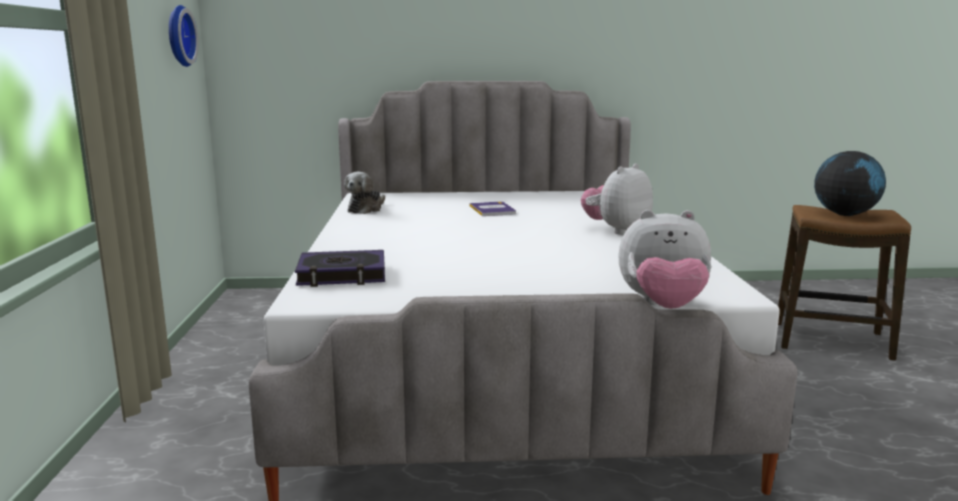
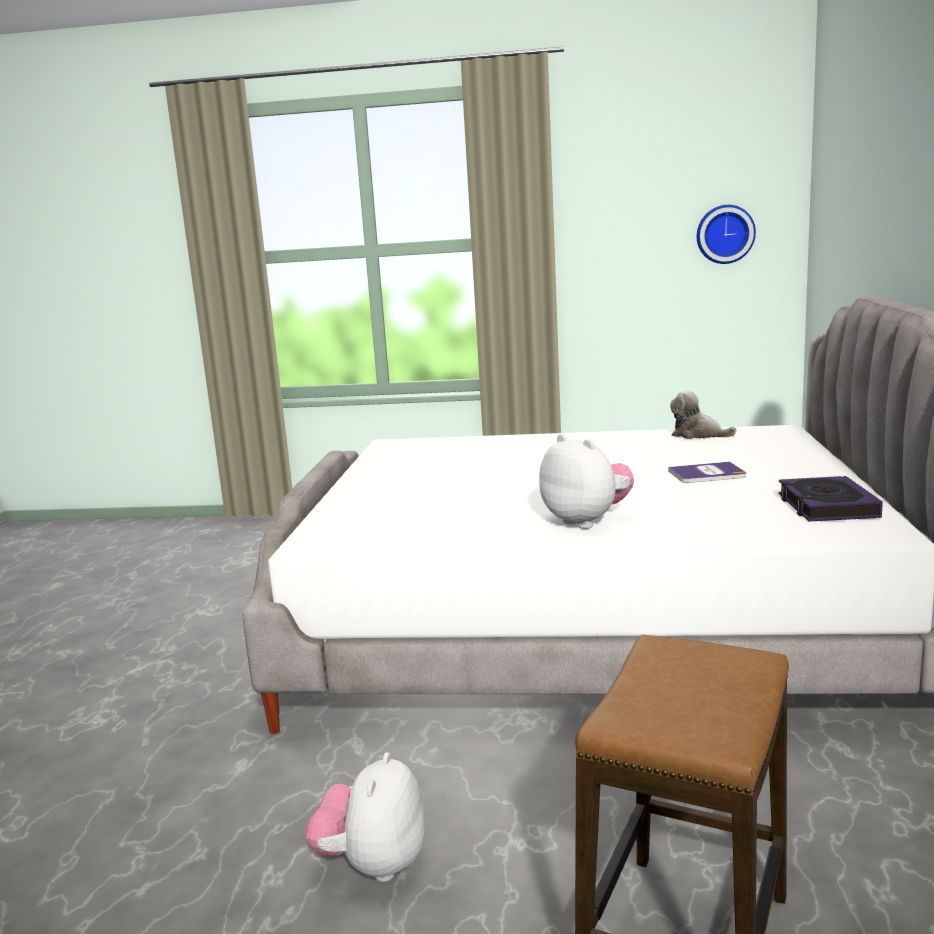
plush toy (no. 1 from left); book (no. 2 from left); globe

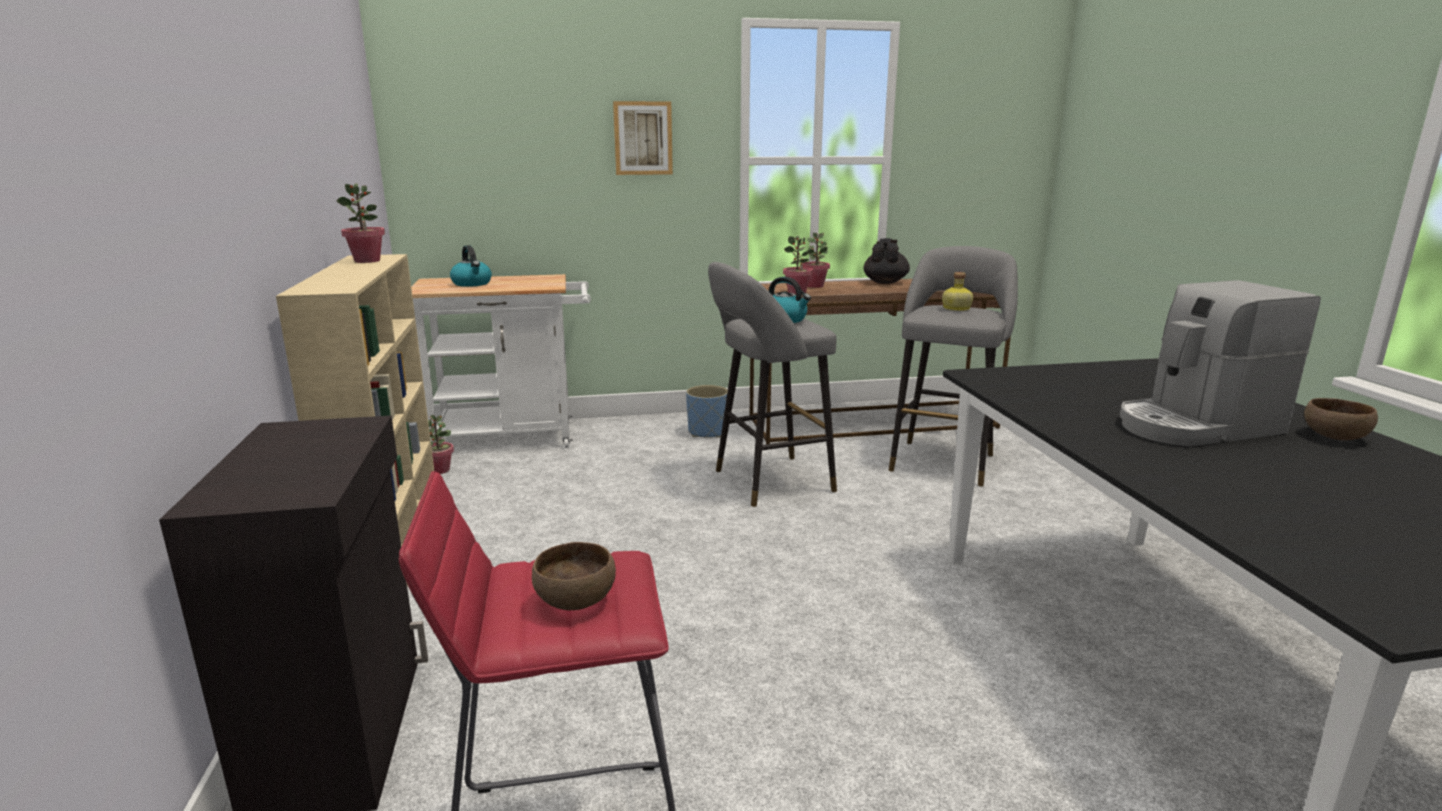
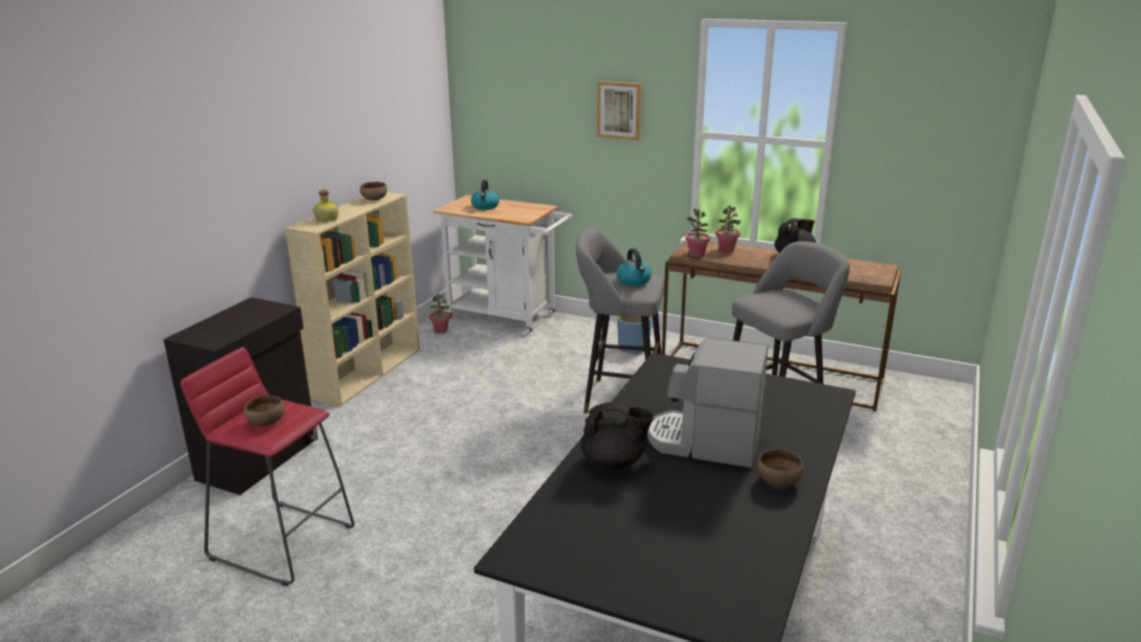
bottle; brown bowl (no. 2 from left); black teapot (no. 1 from left)

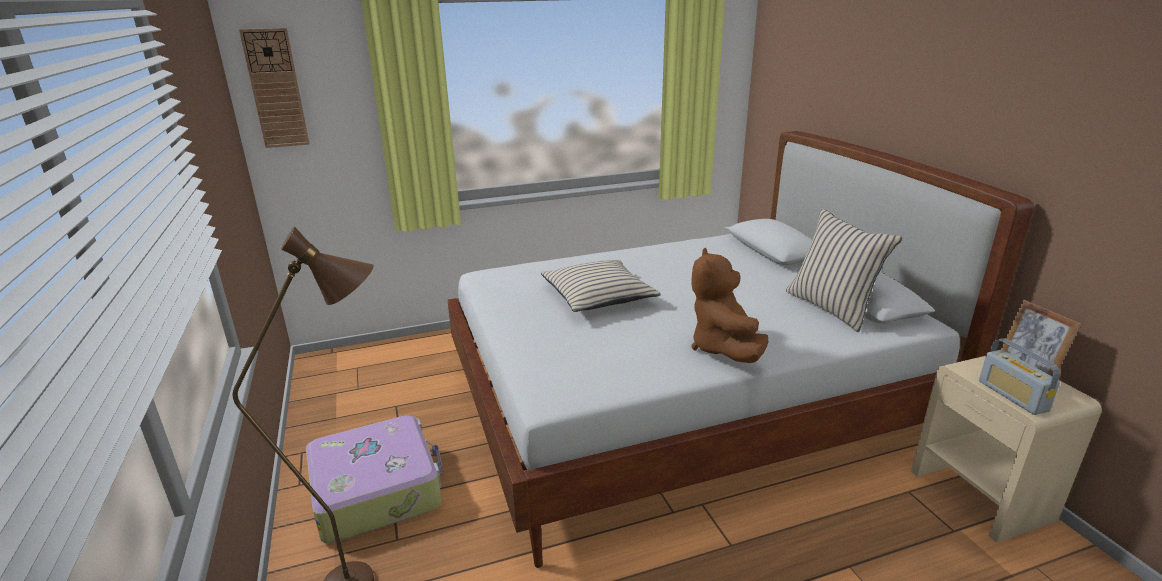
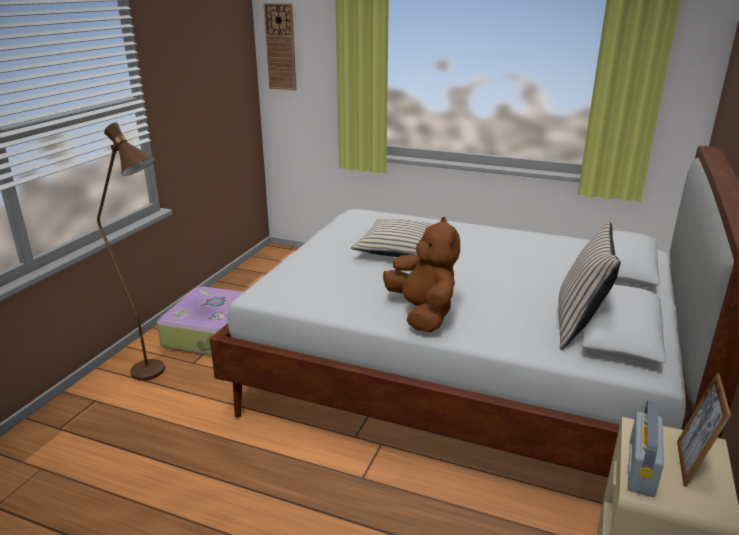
brown plush toy

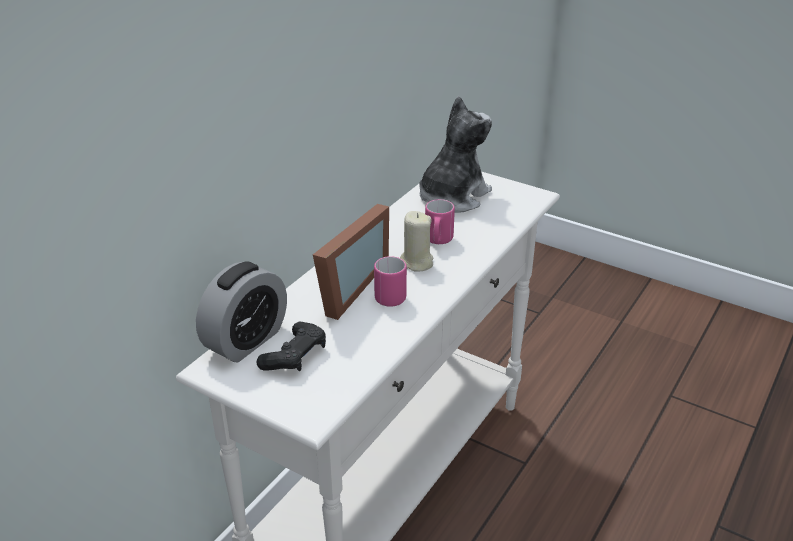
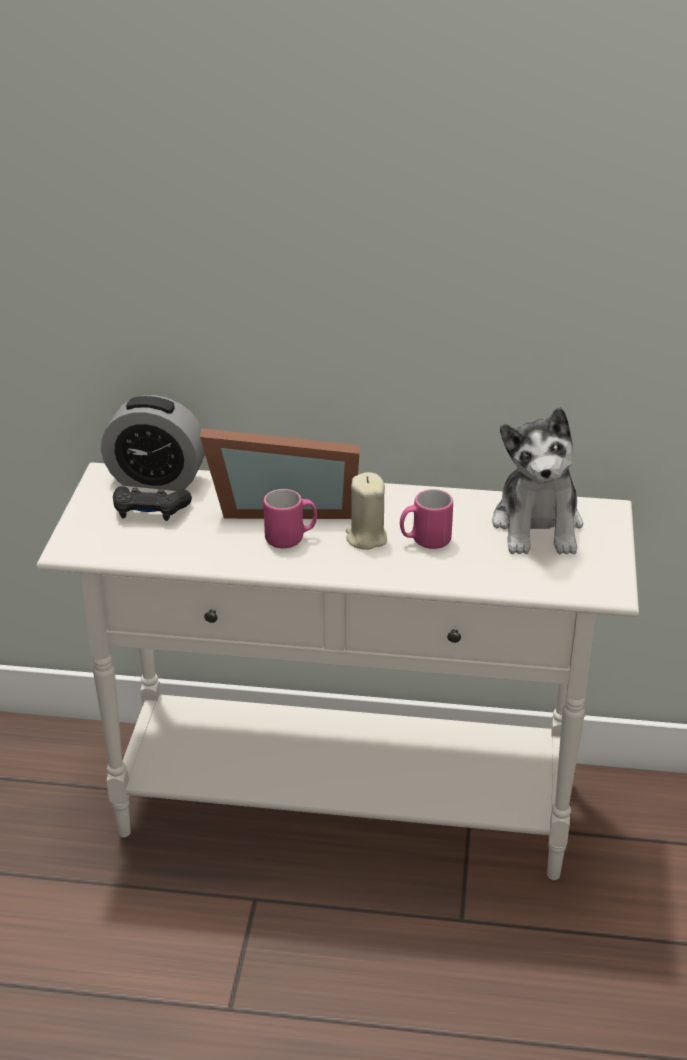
plush toy

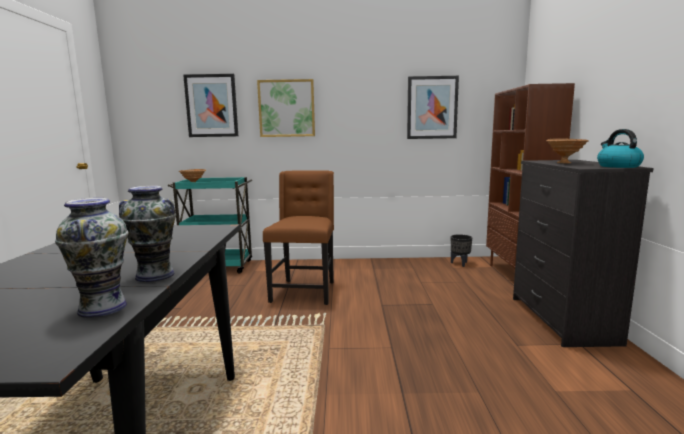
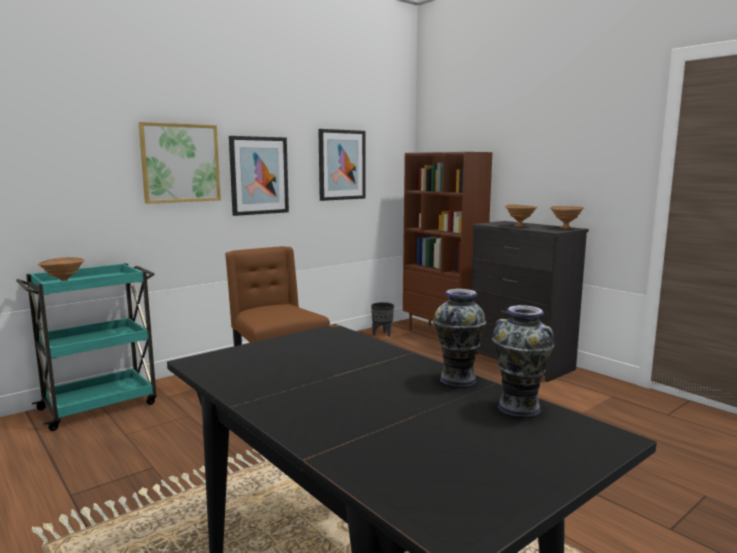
picture (no. 2 from left); brown bowl (no. 3 from left)

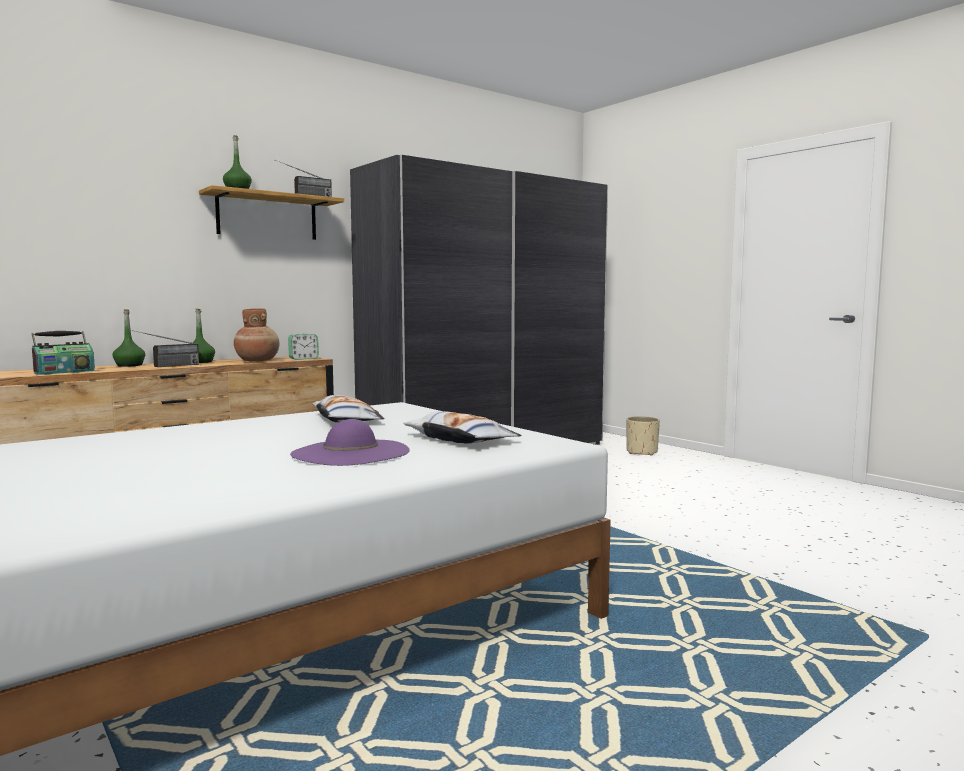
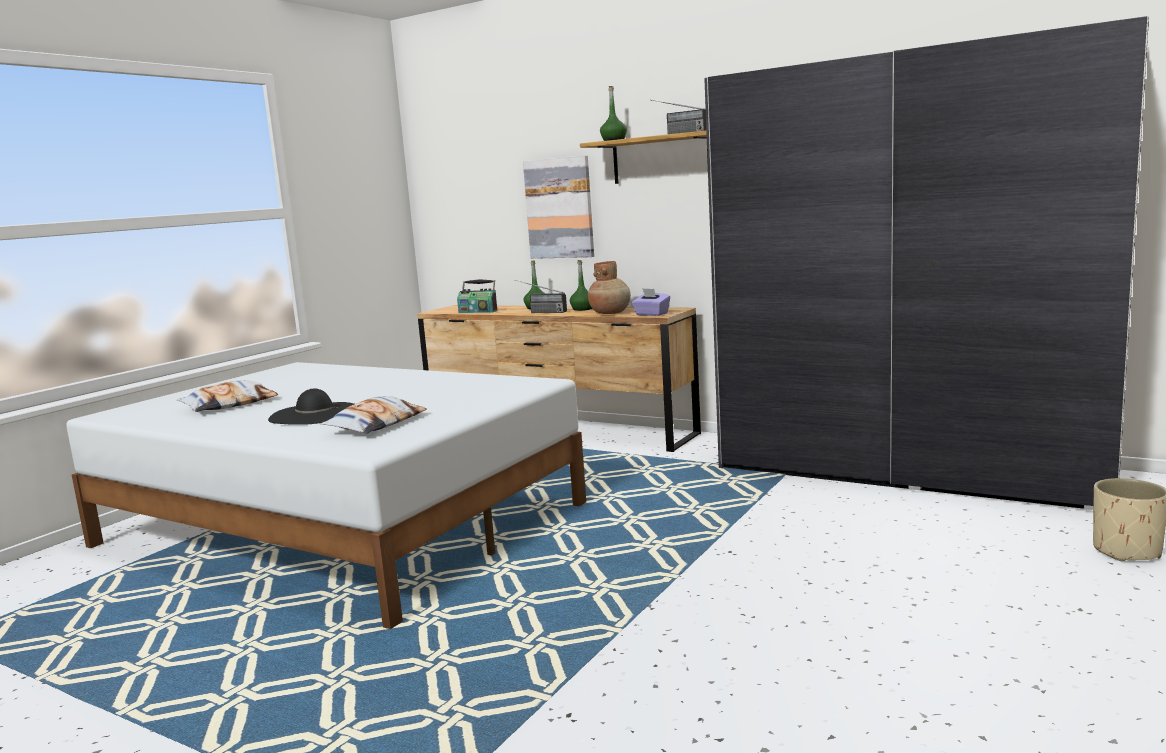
pillow (no. 1 from left); black hat; picture; purple tissue box

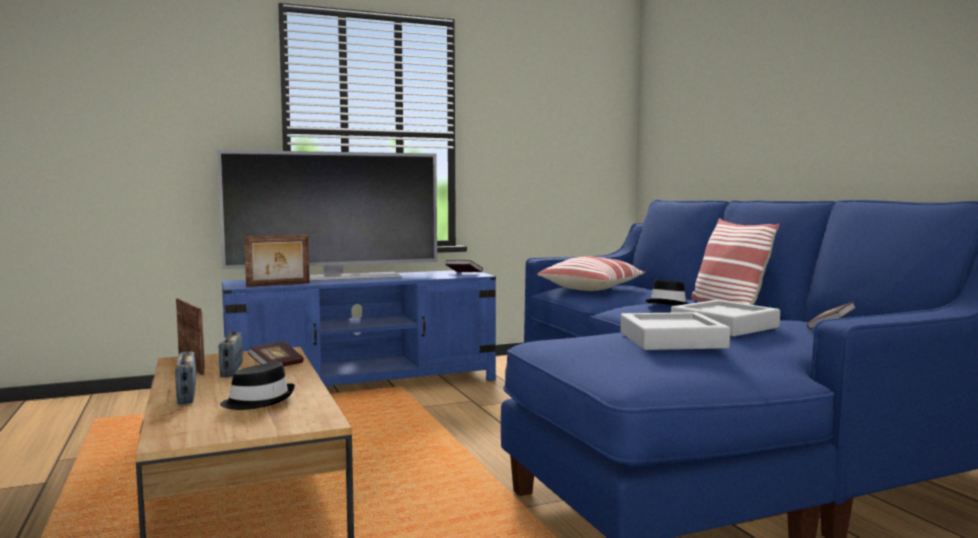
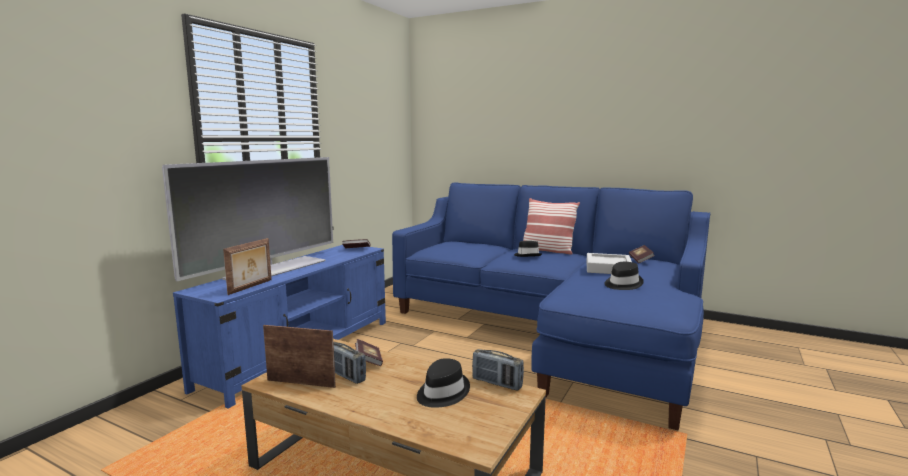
radio (no. 2 from left); black hat (no. 3 from left); pillow (no. 1 from left in the first image)

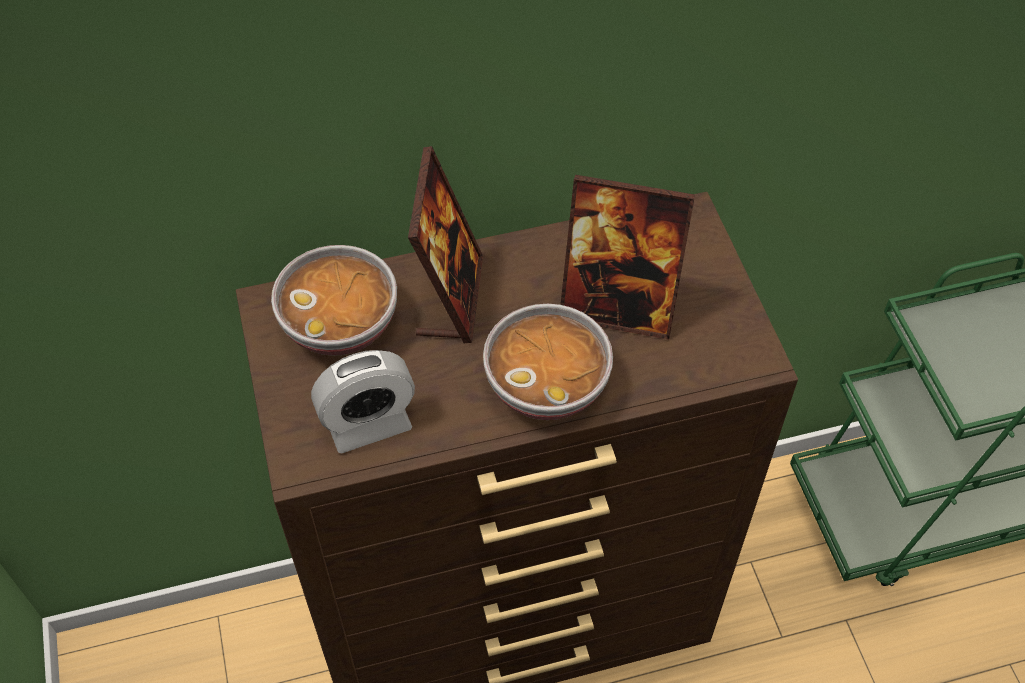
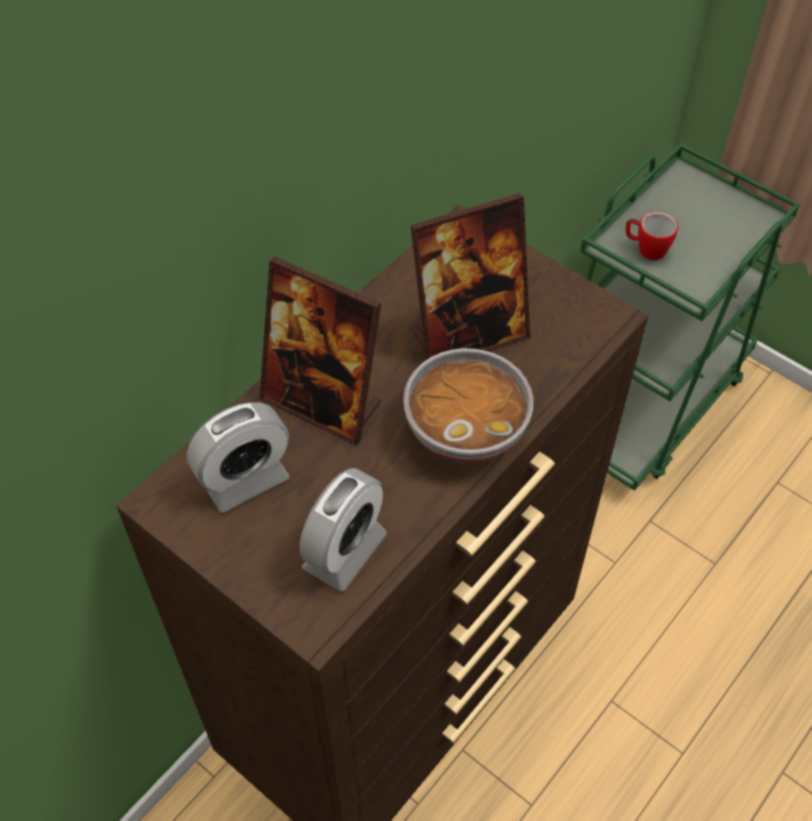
alarm clock (no. 1 from left); picture frame (no. 1 from left); mug

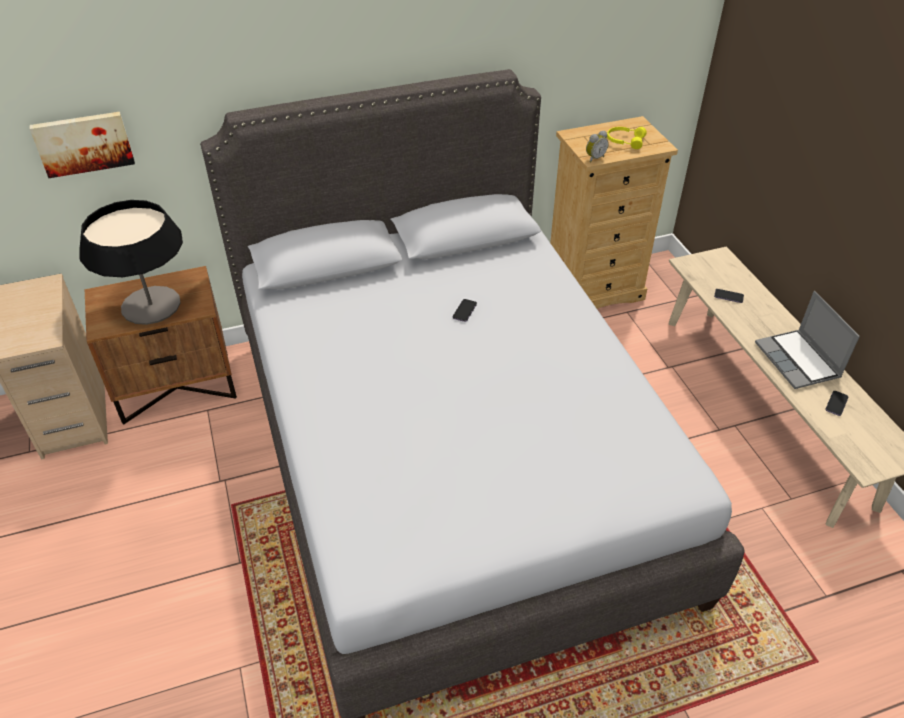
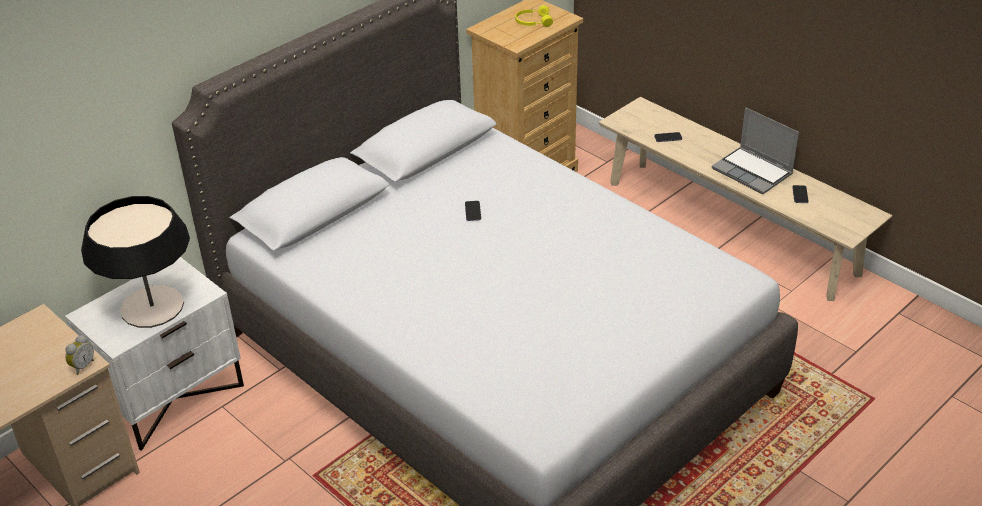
white nightstand; alarm clock; picture

